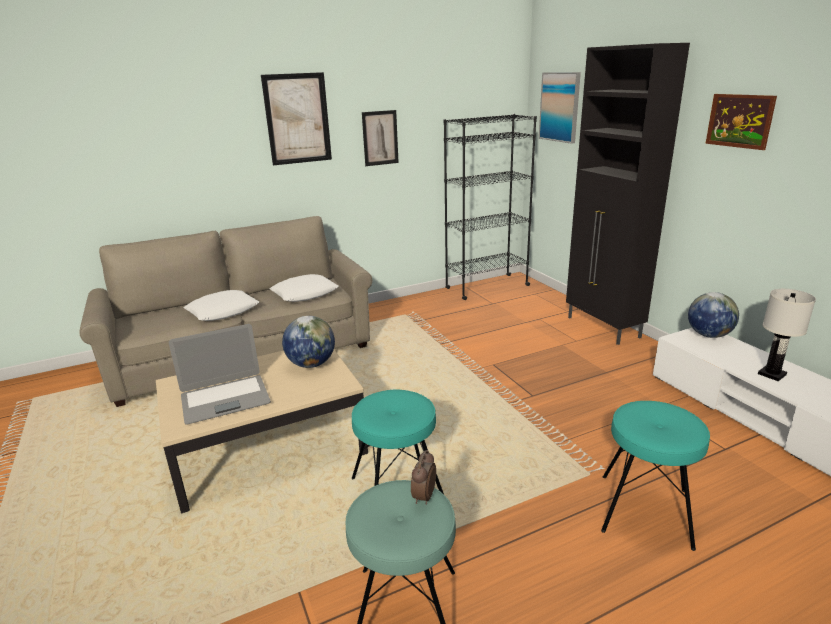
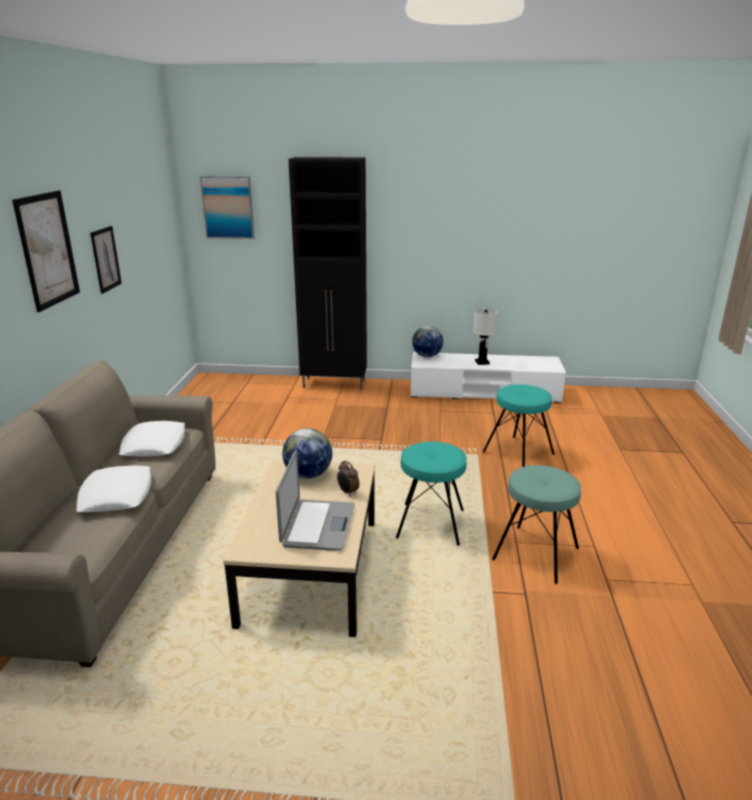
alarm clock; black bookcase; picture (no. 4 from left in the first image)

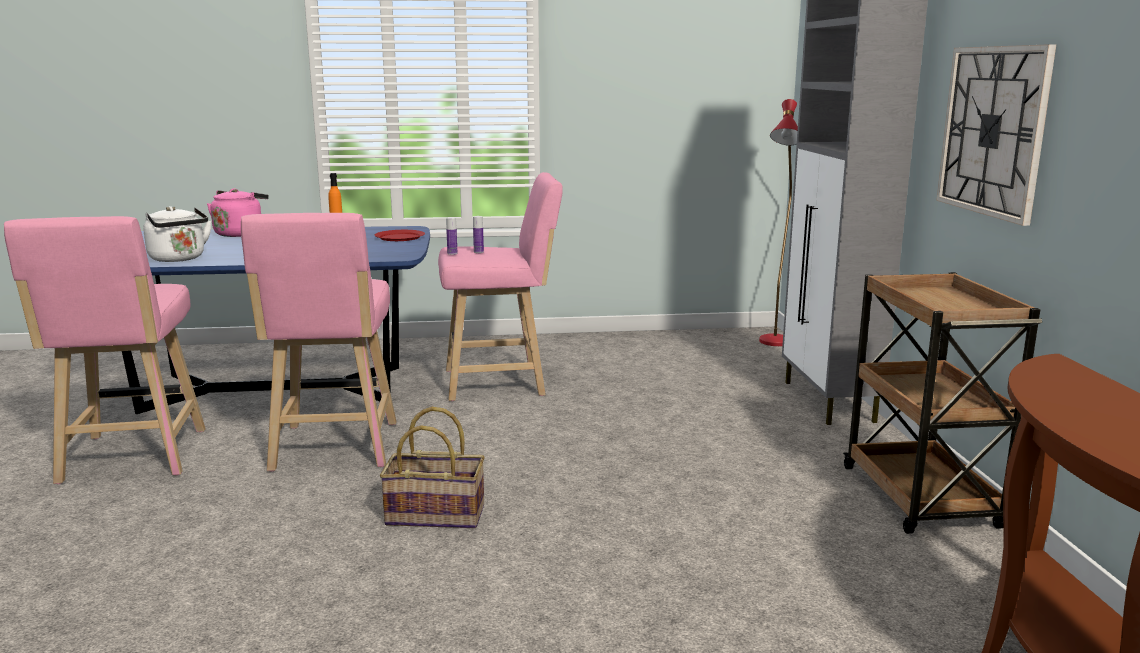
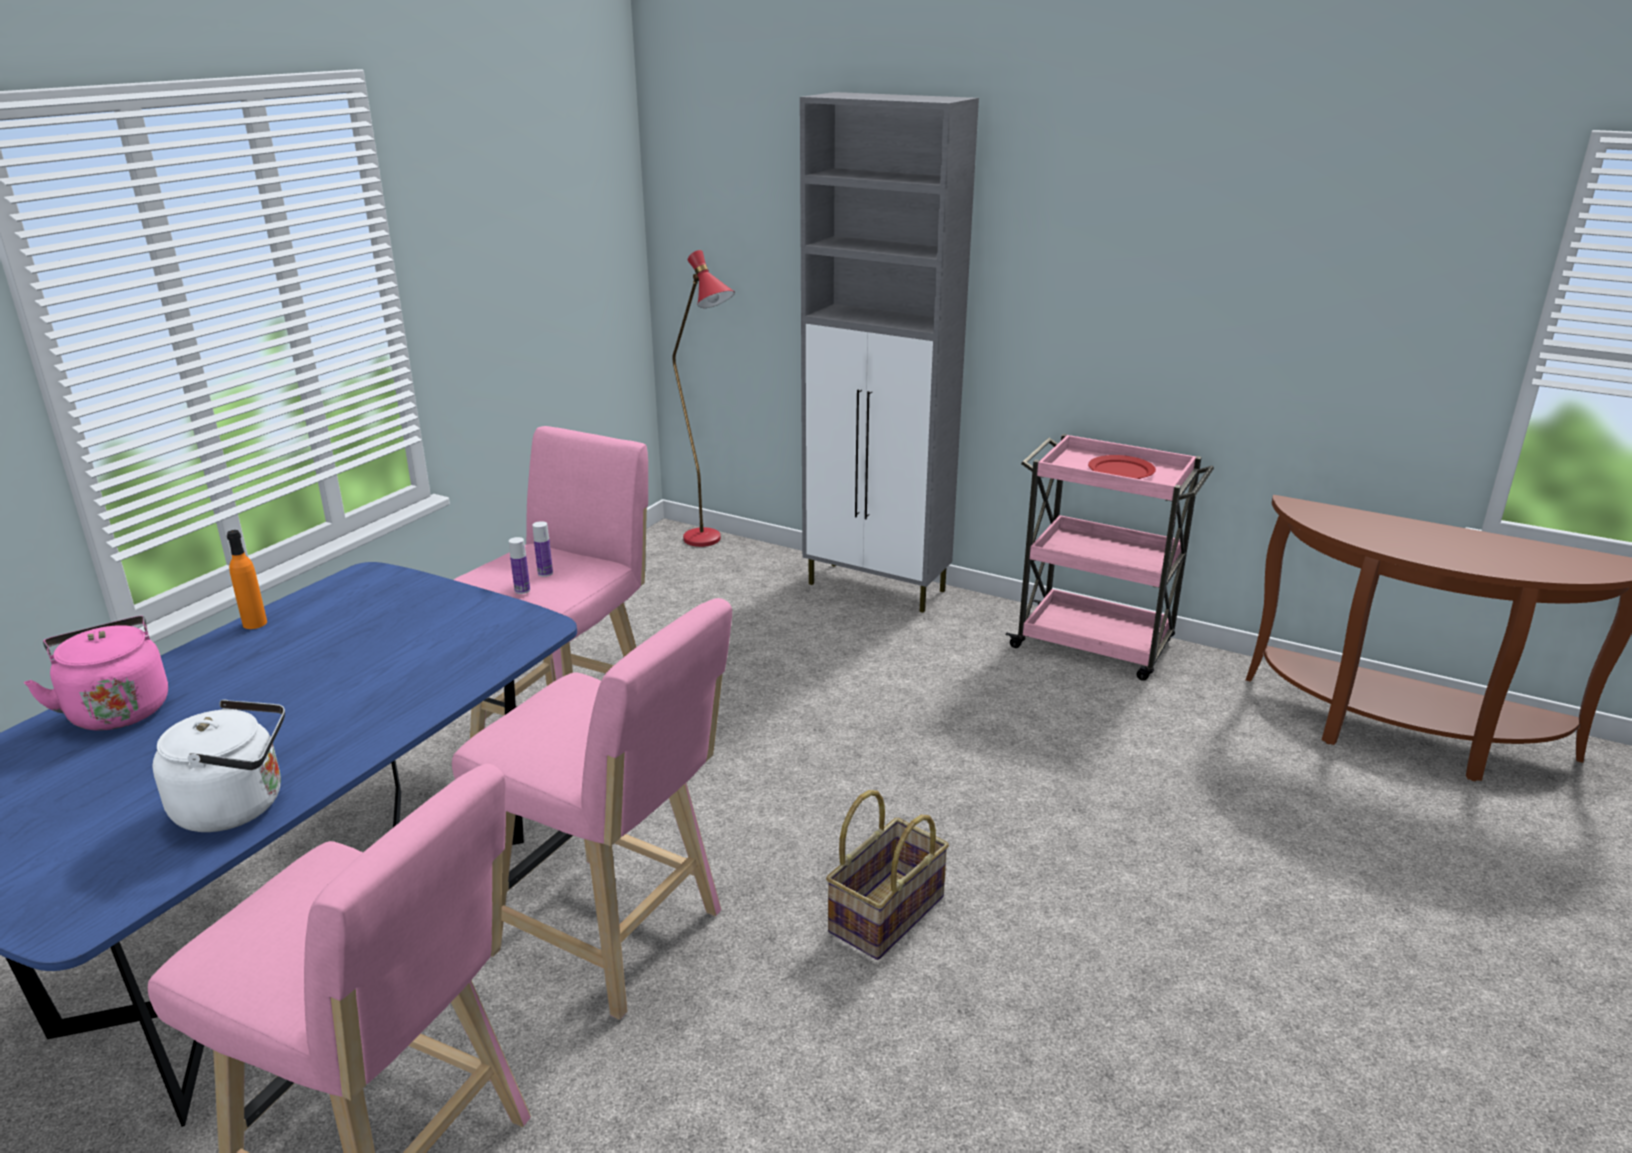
pink cart; red plate; wall clock

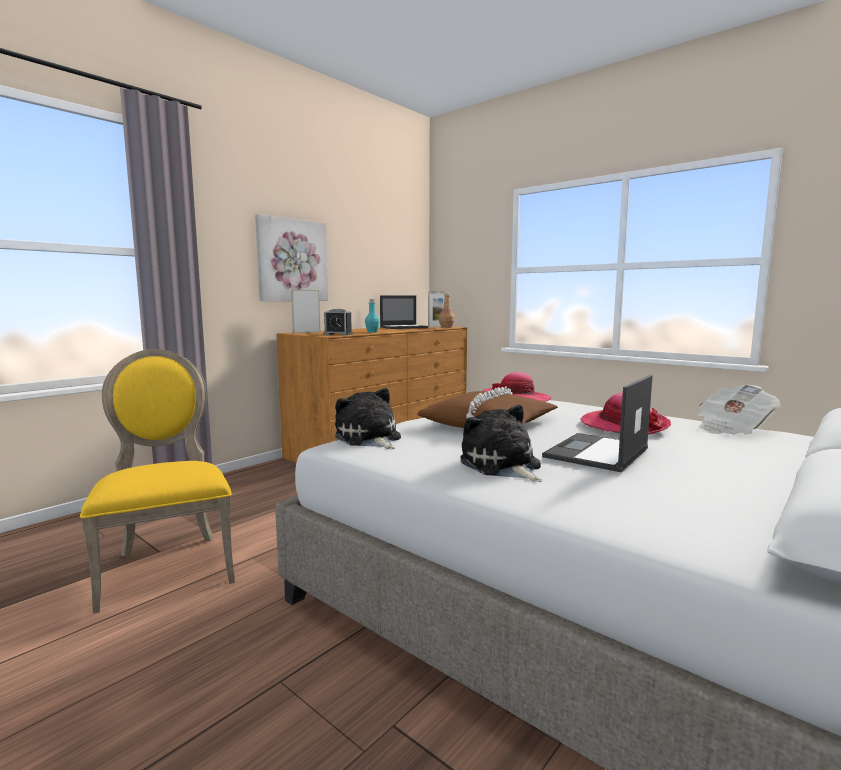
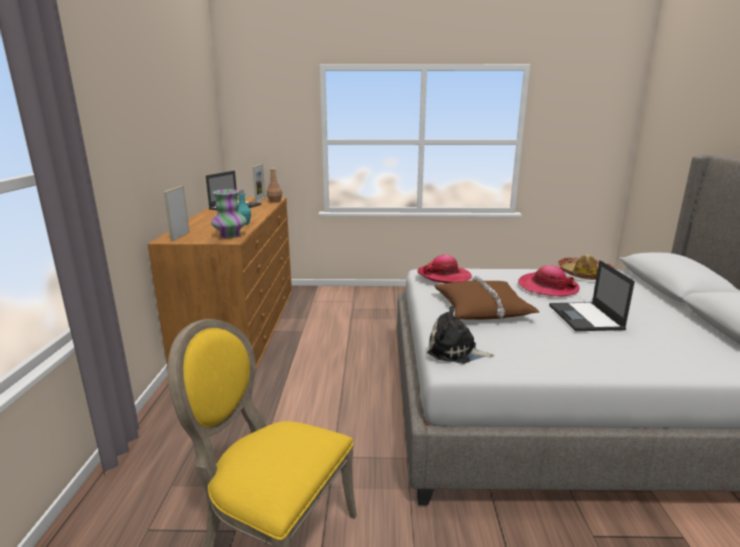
vase; hat (no. 3 from left); picture; plush toy (no. 2 from left in the first image)

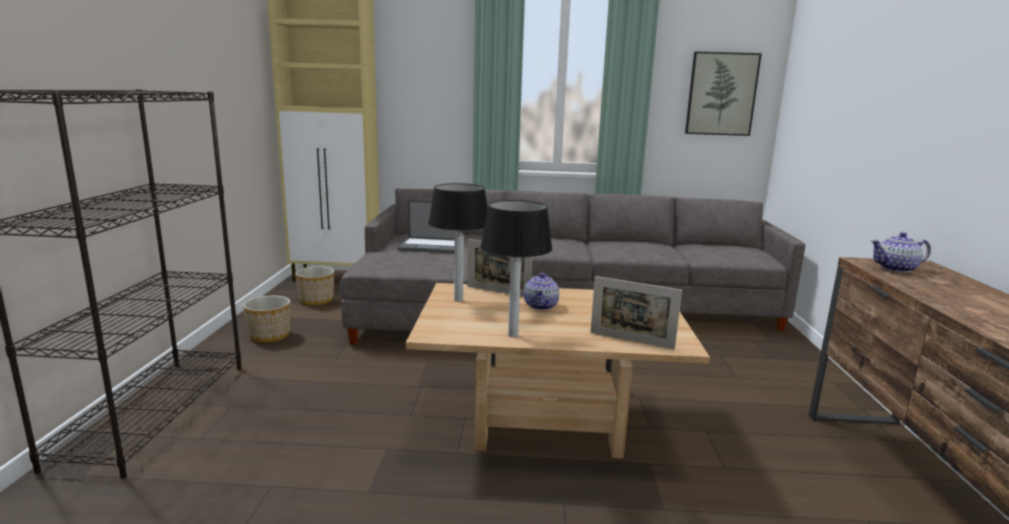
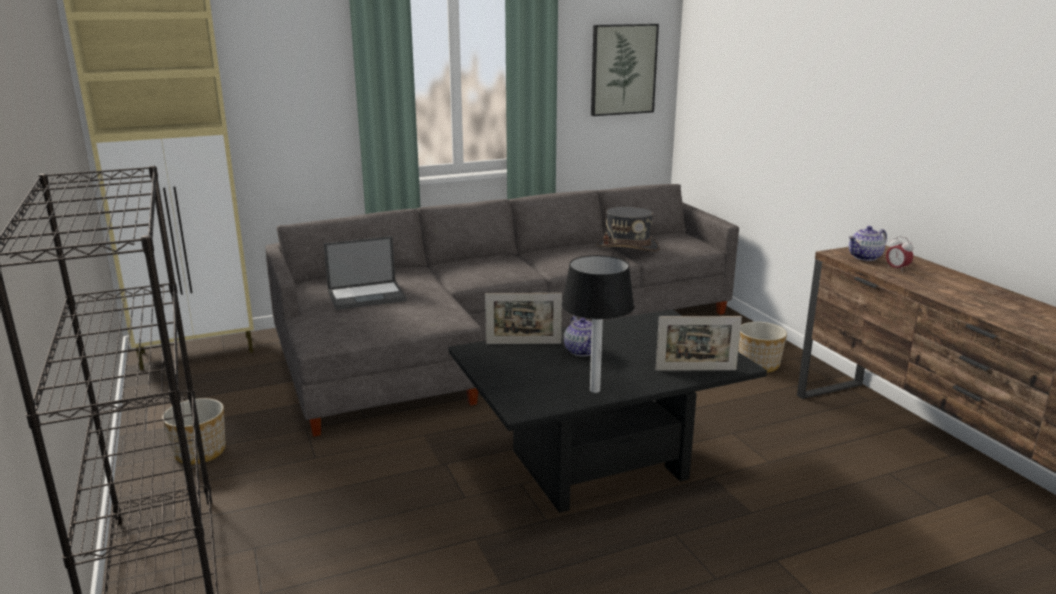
black coffee table; grey hat; planter (no. 2 from left); alarm clock; table lamp (no. 1 from left in the first image)

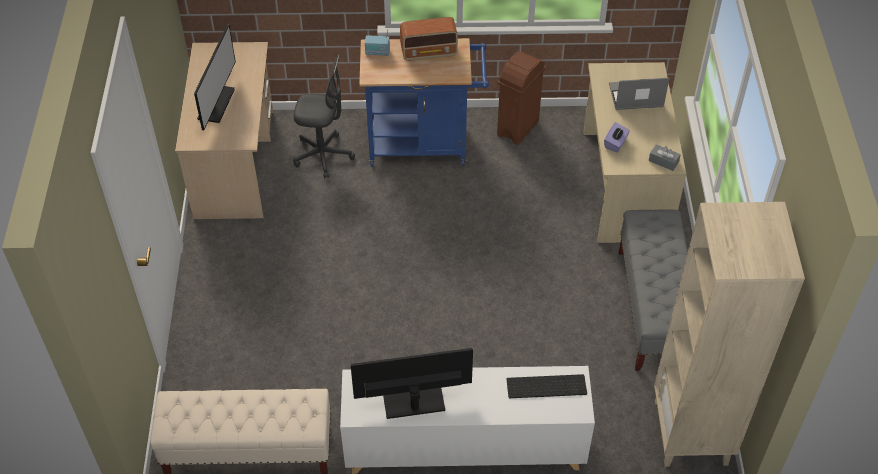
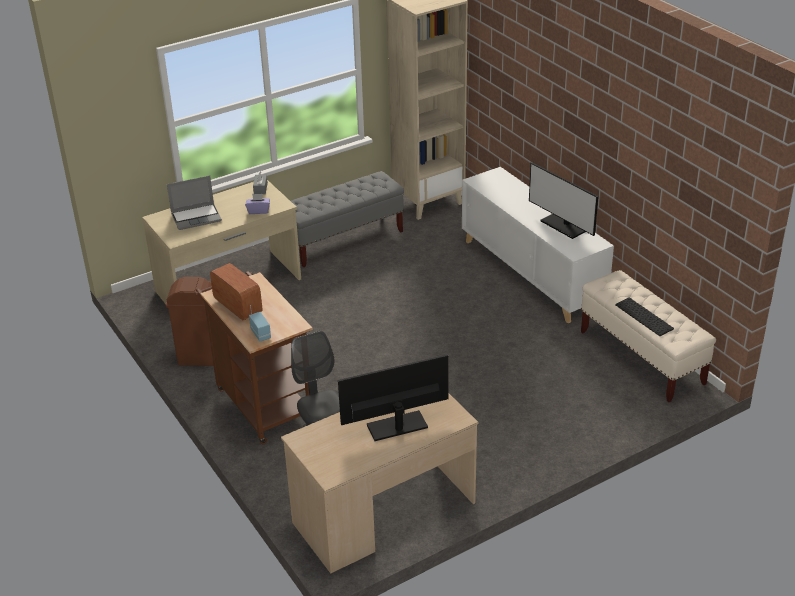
laptop; brown cart; keyboard

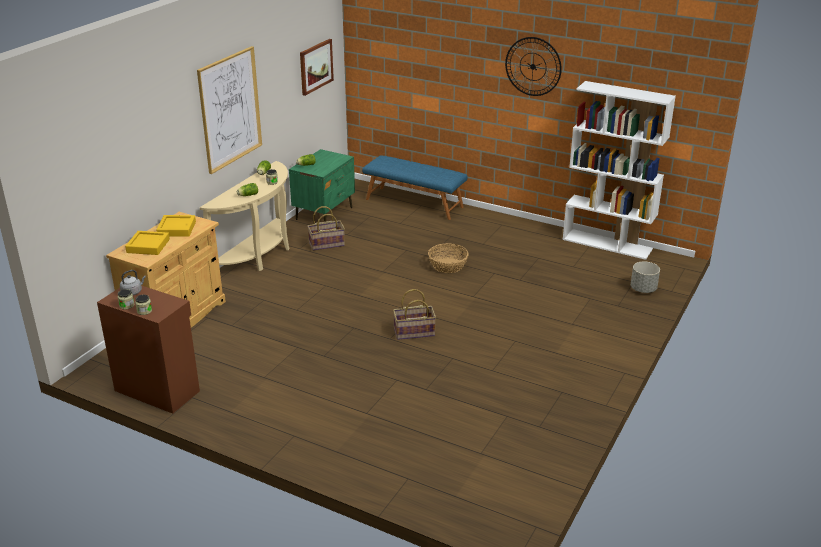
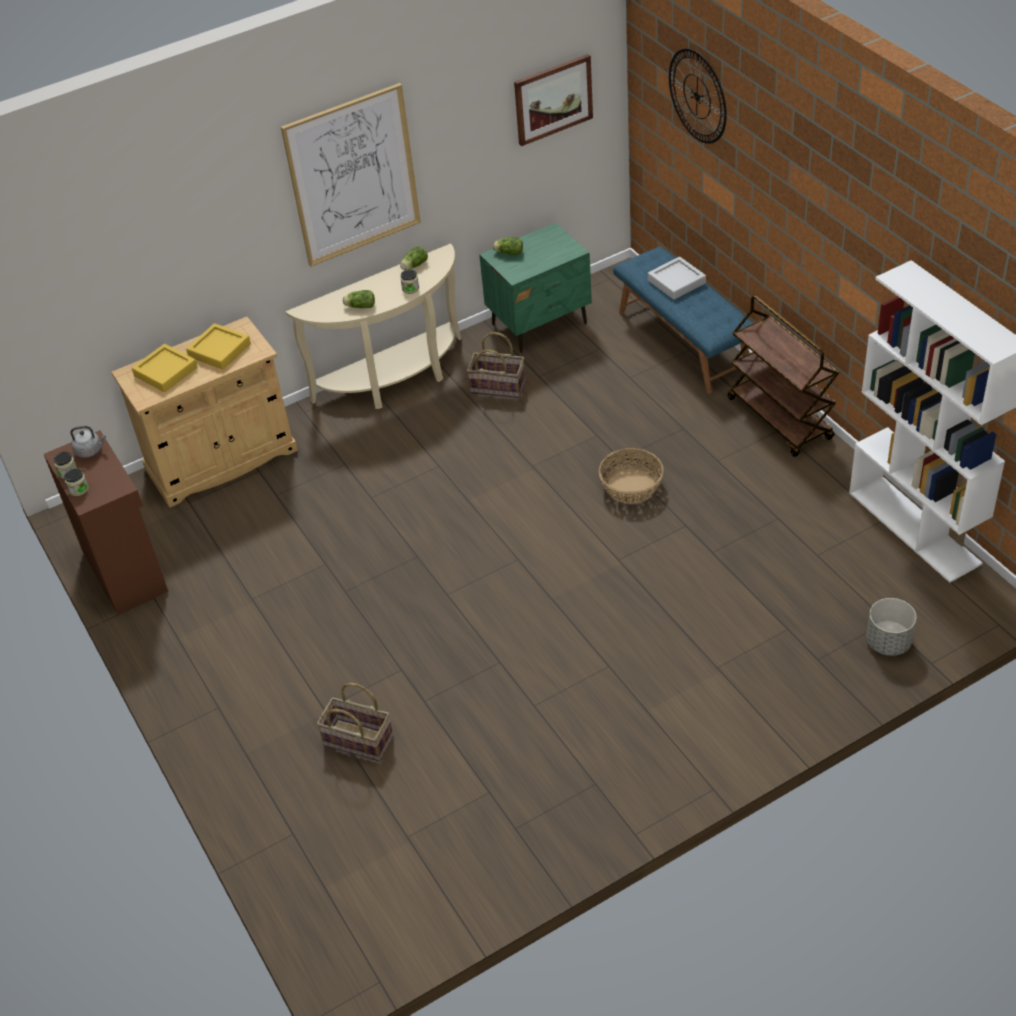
basket (no. 1 from left); grey tray; wall clock; brown cart

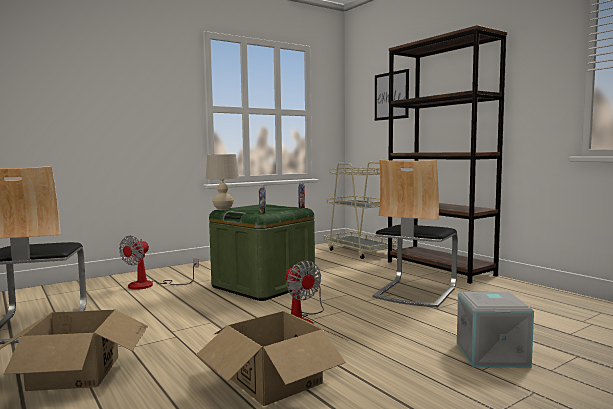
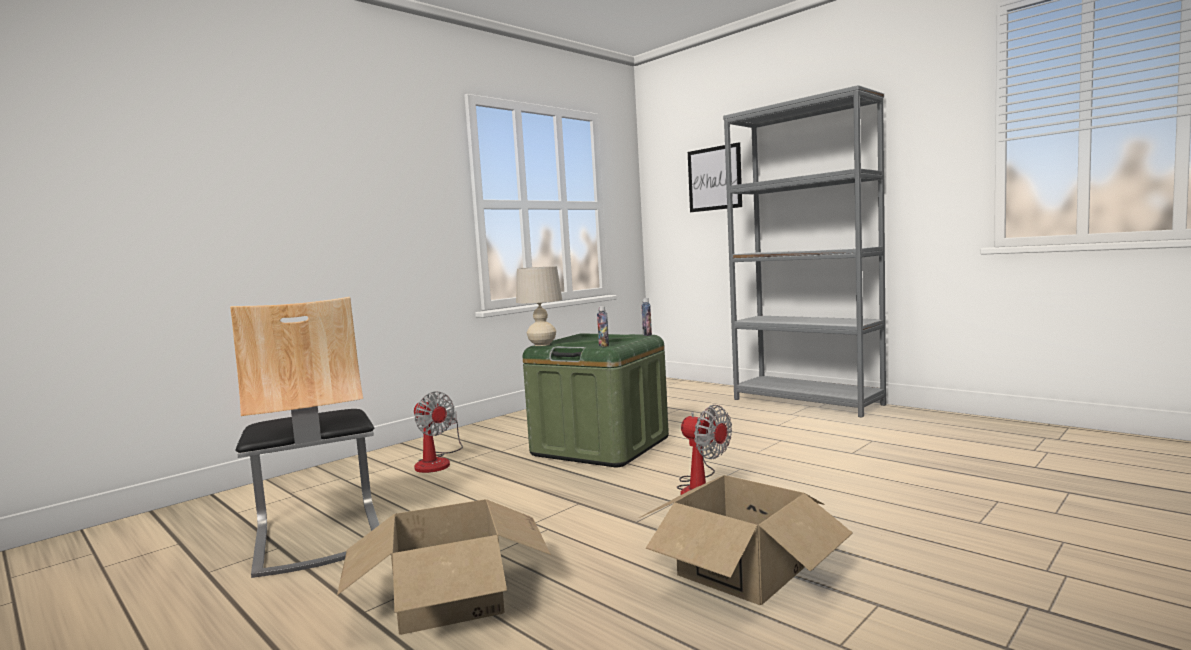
fan (no. 1 from left); grey bookcase; beige cart; chair (no. 2 from left in the first image); grey storage box

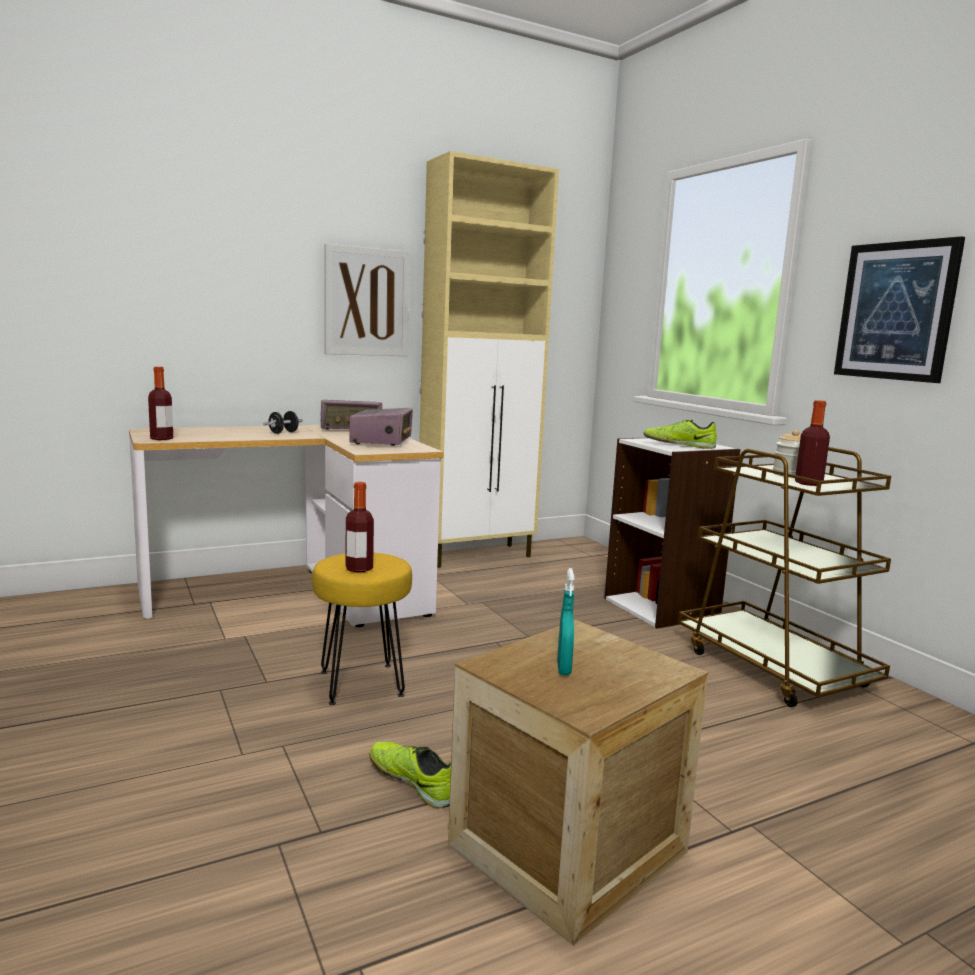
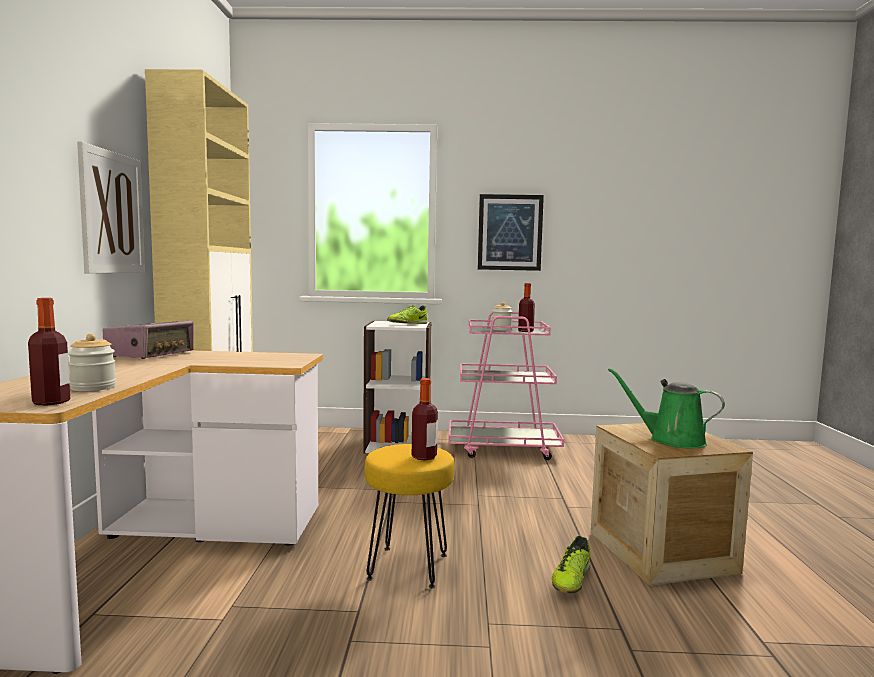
jar (no. 1 from left); pink cart; shoe (no. 2 from left); green watering can; black dumbbell; radio (no. 2 from left in the first image)

